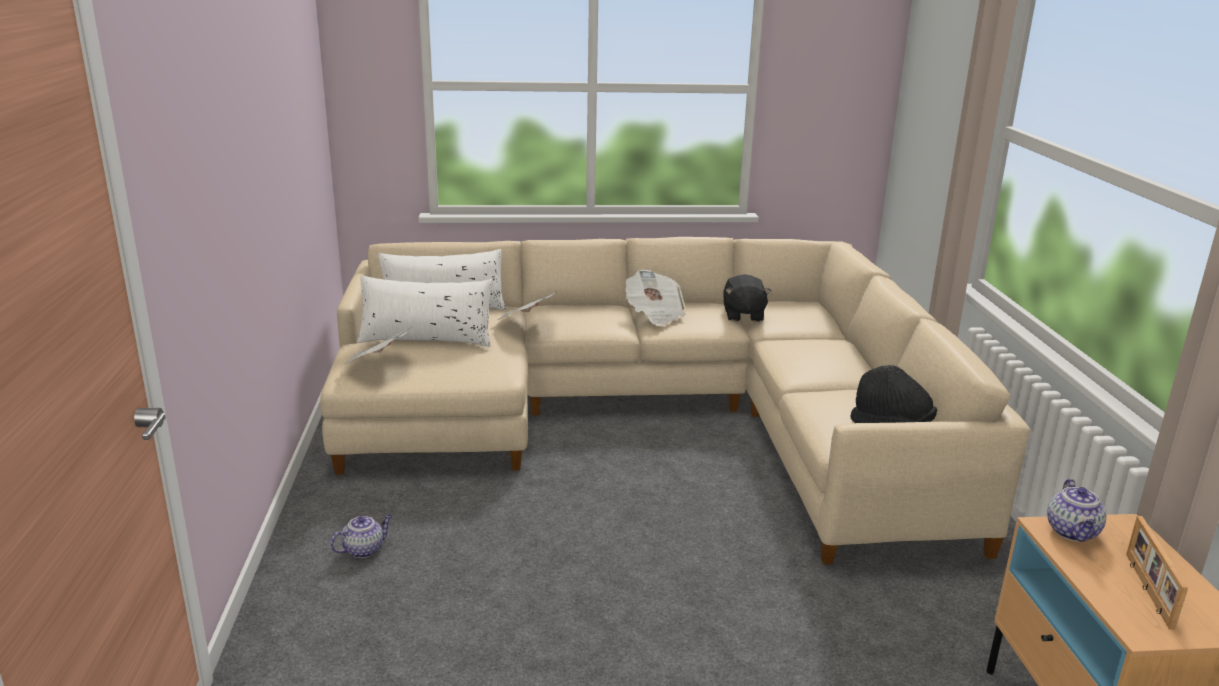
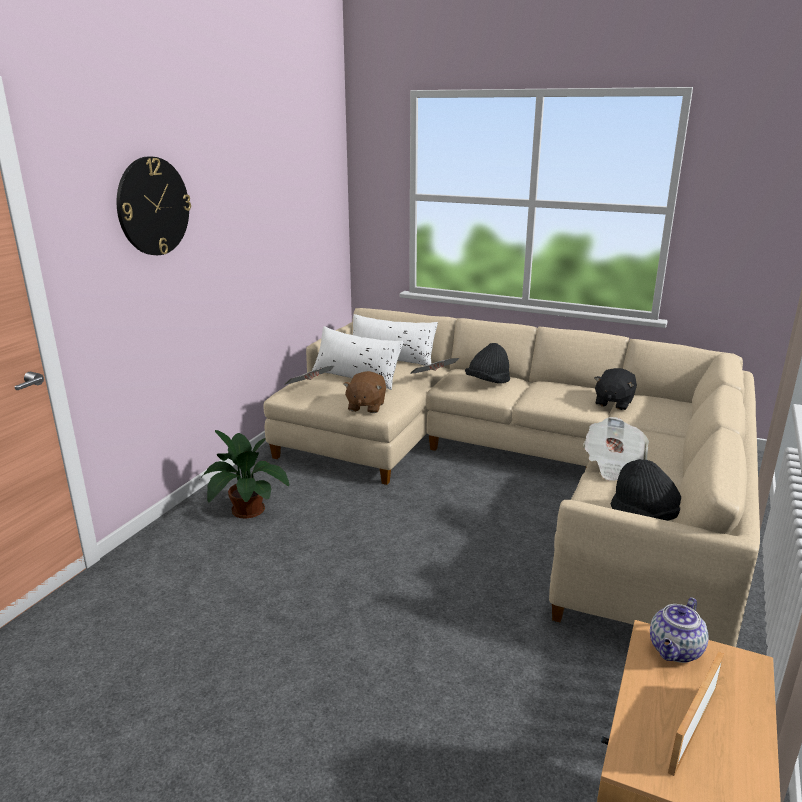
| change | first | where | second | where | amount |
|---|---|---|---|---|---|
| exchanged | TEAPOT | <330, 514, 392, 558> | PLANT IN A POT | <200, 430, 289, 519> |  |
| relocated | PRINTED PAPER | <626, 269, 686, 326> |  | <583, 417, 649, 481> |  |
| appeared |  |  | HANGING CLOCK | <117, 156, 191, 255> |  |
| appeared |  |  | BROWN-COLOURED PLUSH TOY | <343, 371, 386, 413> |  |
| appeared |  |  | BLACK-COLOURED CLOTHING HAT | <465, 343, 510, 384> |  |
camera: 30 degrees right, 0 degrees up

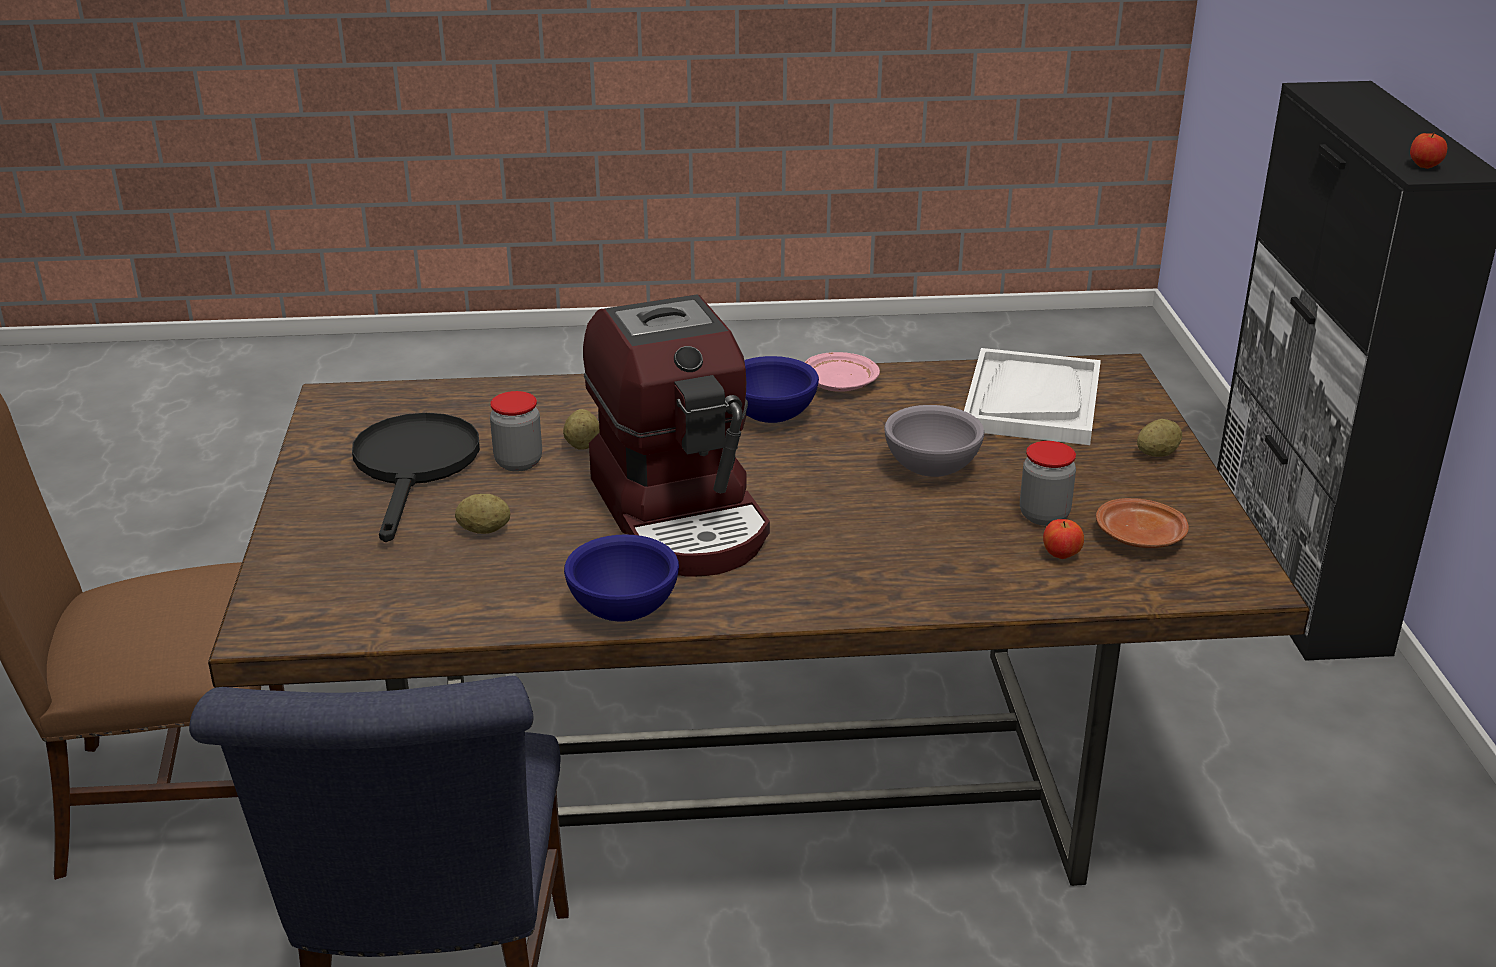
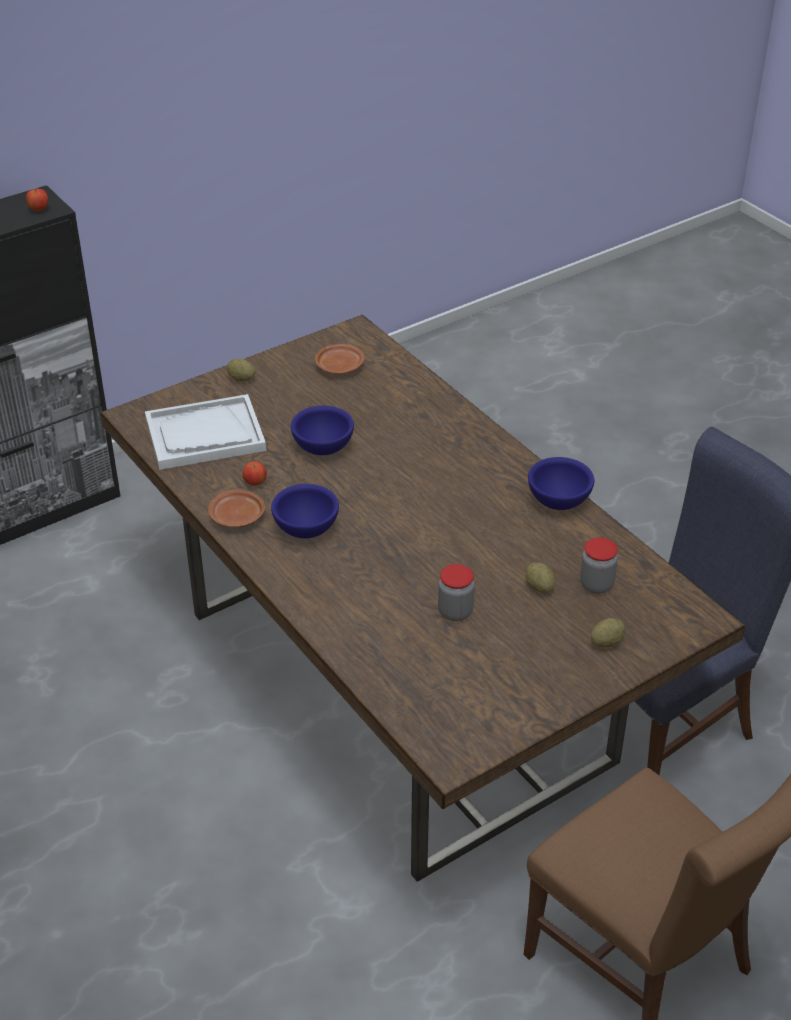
| change | first | where | second | where | amount |
|---|---|---|---|---|---|
| missing | BLACK-COLOURED SKILLET | <352, 413, 480, 542> |  |  |  |
| relocated | WHOLE POTATO | <563, 409, 600, 449> |  | <591, 618, 625, 648> |  |
| missing | COFFEE BREWER | <583, 294, 770, 577> |  |  |  |
| colour | PINKISH PLATE | <805, 352, 880, 392> | BROWN-COLOURED PLATE | <208, 489, 265, 527> |  |
| colour | GRAY BOWL | <884, 405, 984, 477> | BLUISH BOWL | <291, 405, 354, 455> |  |
| relocated | JAR | <1020, 441, 1076, 526> |  | <580, 538, 618, 594> |  |
| relocated | WHOLE APPLE | <1043, 519, 1084, 559> |  | <242, 461, 267, 486> |  |
camera: 120 degrees left, 10 degrees up

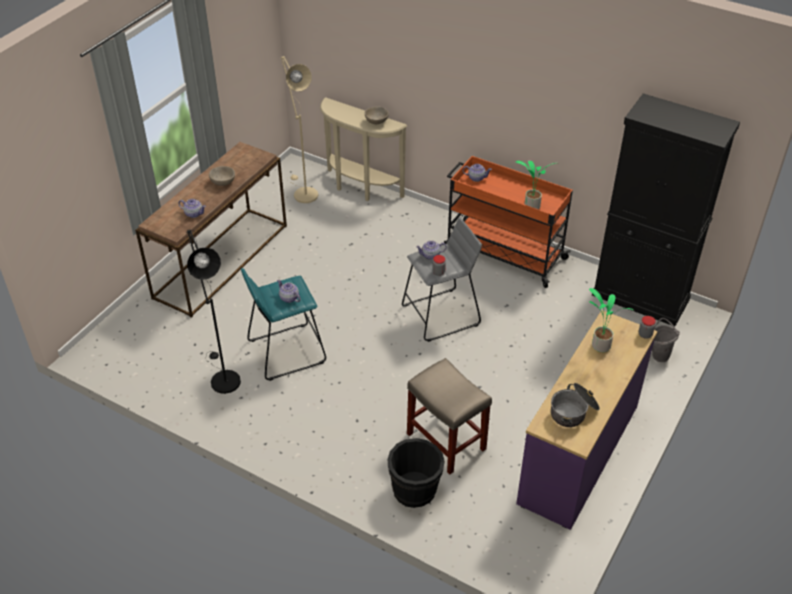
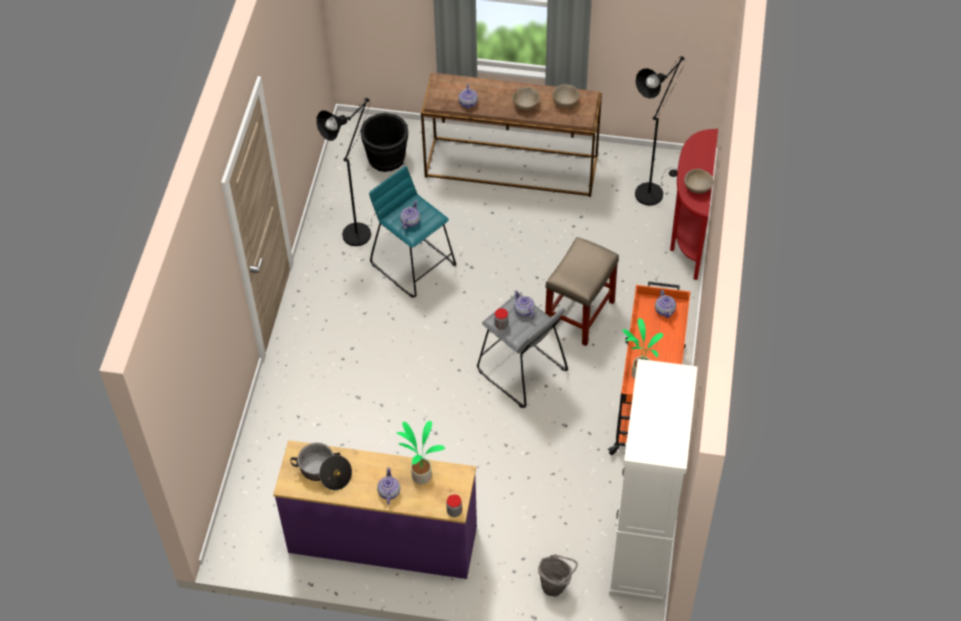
| change | first | where | second | where | amount |
|---|---|---|---|---|---|
| colour | SAND-COLOURED STANDING LAMP | <281, 56, 318, 203> | BLACK-COLOURED STANDING LAMP | <635, 56, 685, 206> |  |
| colour | SAND-COLOURED NARROW TABLE | <320, 97, 407, 201> | RED NARROW TABLE | <670, 129, 718, 280> |  |
| relocated | BLACK-COLOURED BUCKET | <387, 438, 445, 508> |  | <360, 113, 408, 172> |  |
| relocated | SAND-COLOURED STOOL | <407, 358, 492, 474> |  | <545, 237, 619, 346> |  |
| colour | BLACK-COLOURED STORAGE CABINET | <592, 94, 740, 327> | WHITE-COLOURED STORAGE CABINET | <609, 359, 698, 603> |  |
| appeared |  |  | TEAPOT | <377, 468, 400, 505> |  |
| appeared |  |  | SAND-COLOURED BOWL | <552, 84, 580, 107> |  |
camera: 70 degrees right, 10 degrees up

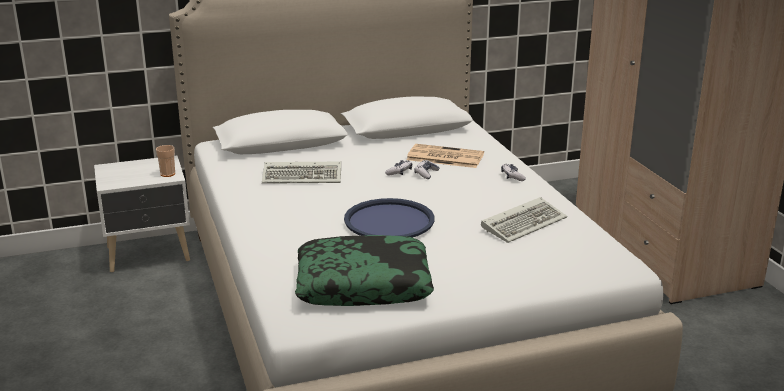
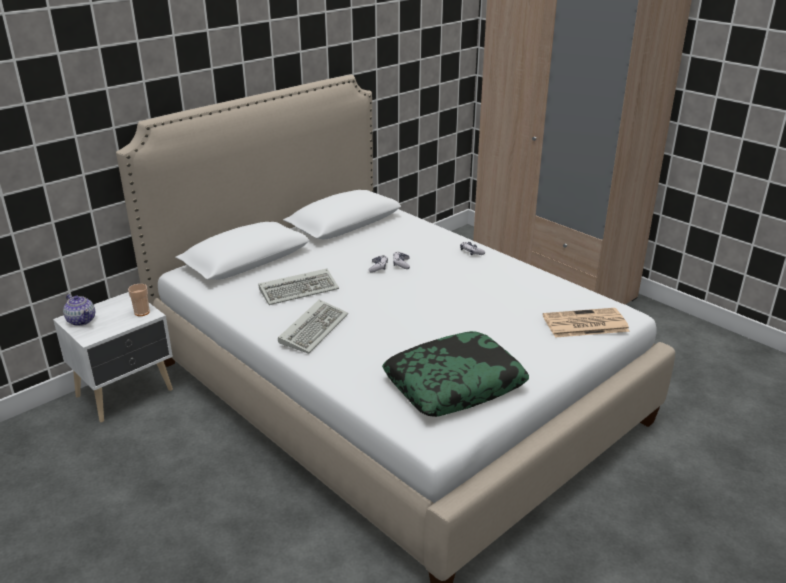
| change | first | where | second | where | amount |
|---|---|---|---|---|---|
| missing | BLUISH SERVING TRAY | <344, 198, 435, 238> |  |  |  |
| relocated | PRINTED PAPER | <406, 144, 484, 168> |  | <543, 308, 630, 338> |  |
| relocated | KEYBOARD | <481, 197, 567, 243> |  | <278, 299, 348, 354> |  |
| appeared |  |  | TEAPOT | <63, 294, 95, 326> |  |
camera: 25 degrees left, 5 degrees up

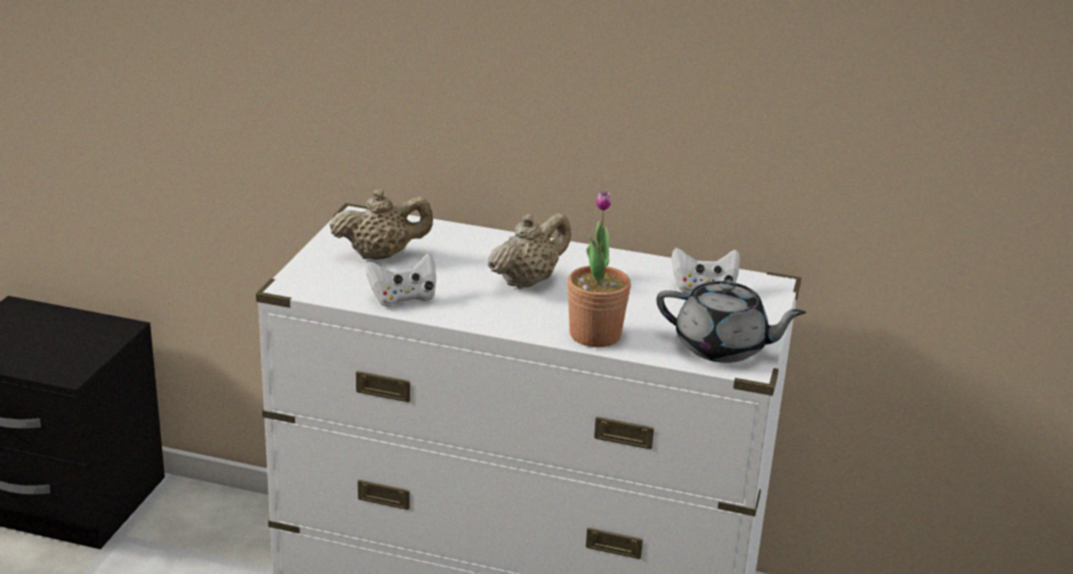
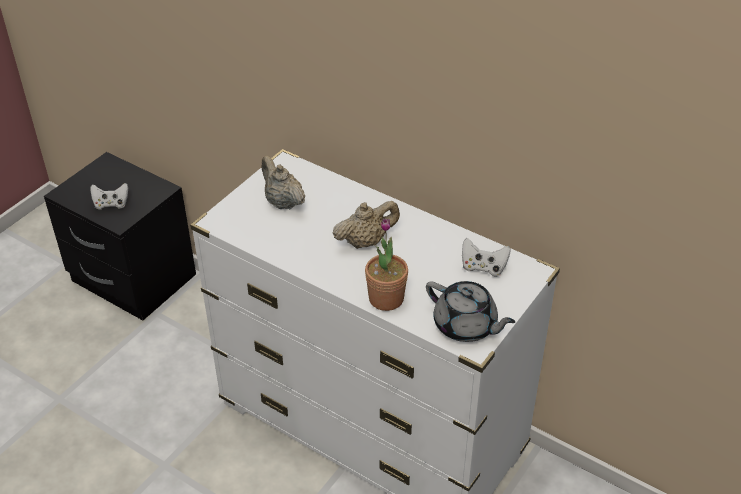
| change | first | where | second | where | amount |
|---|---|---|---|---|---|
| spun | SAND-COLOURED TEAPOT | <329, 189, 433, 260> |  | <261, 156, 305, 209> | 135 degrees counterclockwise |
| relocated | WHITE-COLOURED GAMEPAD | <365, 253, 436, 307> |  | <90, 183, 128, 210> |  |
camera: 20 degrees right, 15 degrees up

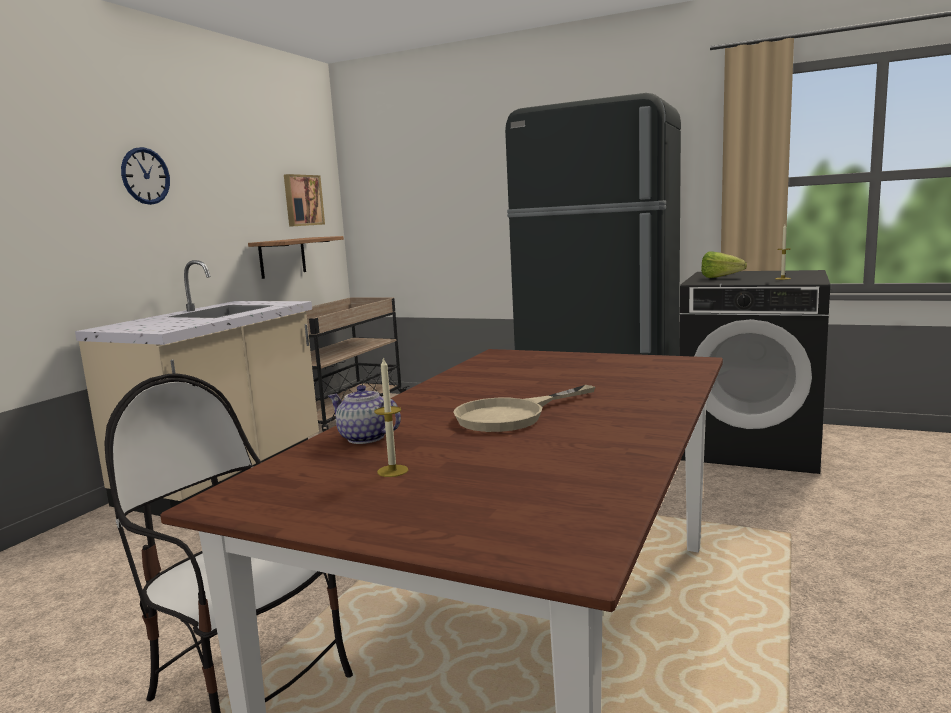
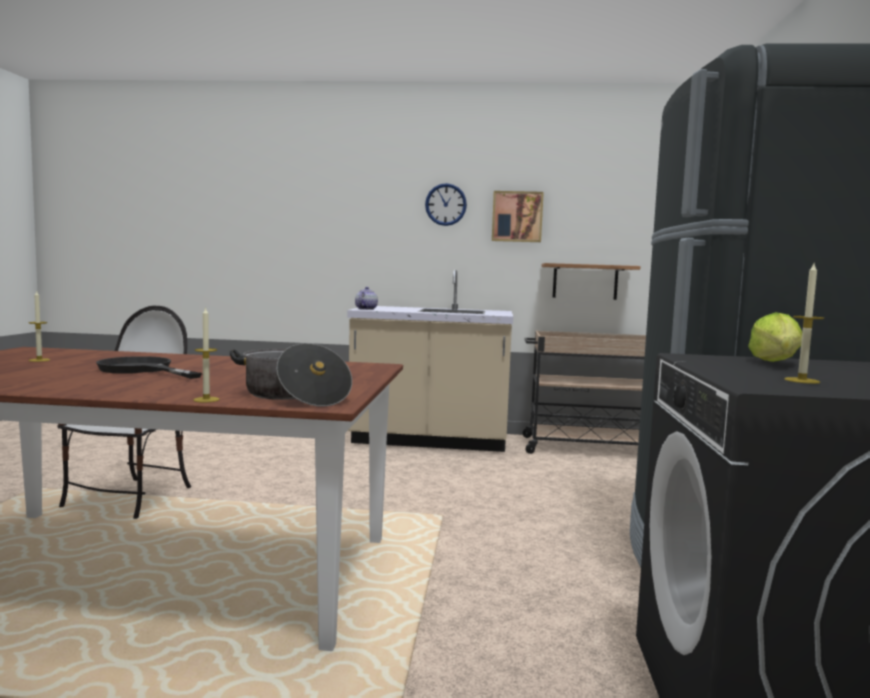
| change | first | where | second | where | amount |
|---|---|---|---|---|---|
| relocated | WALL PICTURE | <284, 174, 325, 227> |  | <492, 191, 544, 242> |  |
| relocated | TEAPOT | <328, 385, 401, 444> |  | <355, 287, 378, 310> |  |
| colour | SAND-COLOURED SKILLET | <453, 385, 595, 432> | BLACK-COLOURED SKILLET | <96, 356, 202, 379> |  |
| appeared |  |  | WAX CANDLE | <193, 307, 220, 402> |  |
| appeared |  |  | SAUCEPOT | <229, 343, 352, 407> |  |
camera: 70 degrees right, 5 degrees down

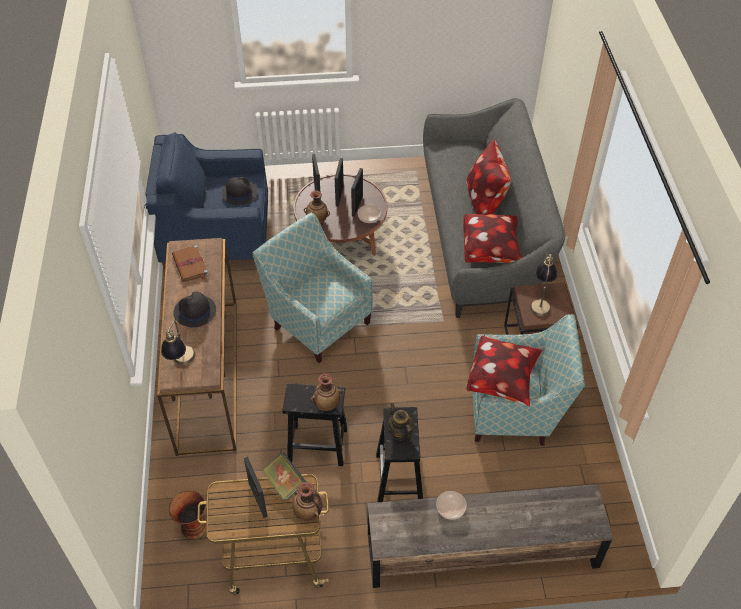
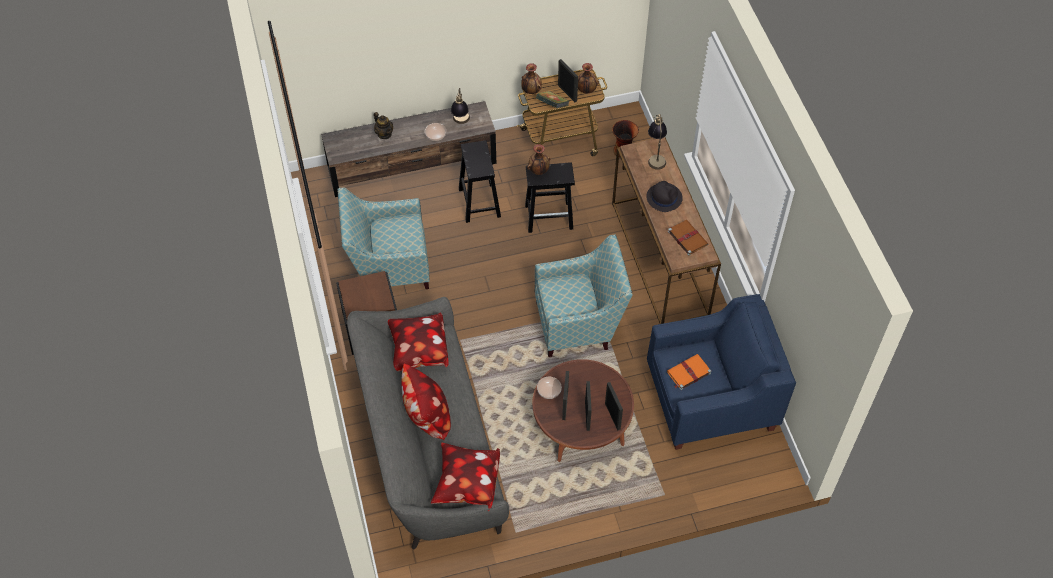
| change | first | where | second | where | amount |
|---|---|---|---|---|---|
| exchanged | BLACK-COLOURED CLOTHING HAT | <222, 177, 258, 205> | ORANGEY BOOK | <667, 354, 711, 390> |  |
| spun | EASY CHAIR | <252, 212, 373, 363> |  | <535, 235, 633, 357> | 45 degrees counterclockwise |
| relocated | VASE | <304, 191, 330, 223> |  | <578, 63, 599, 93> |  |
| relocated | TEAPOT | <387, 403, 414, 442> |  | <374, 112, 393, 139> |  |
| relocated | PILLOW | <467, 335, 543, 406> |  | <431, 443, 500, 512> |  |
| relocated | LAMP FOR A TABLE | <530, 254, 557, 316> |  | <451, 88, 470, 124> |  |
camera: 170 degrees right, 5 degrees up

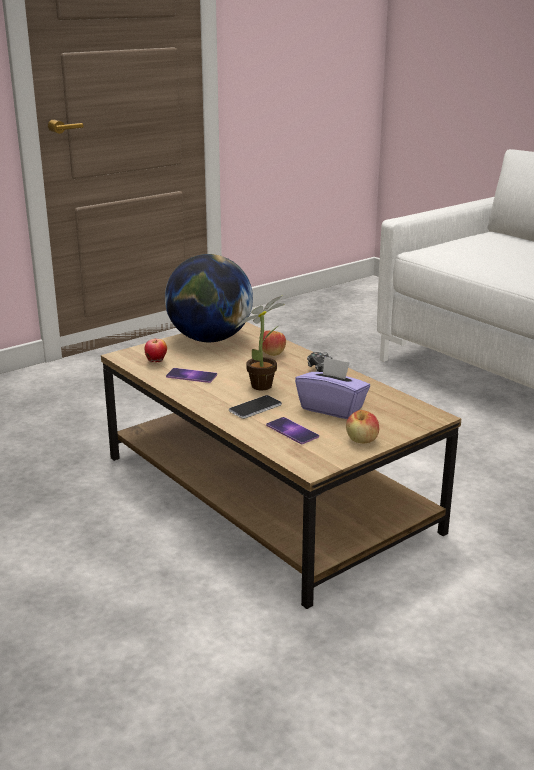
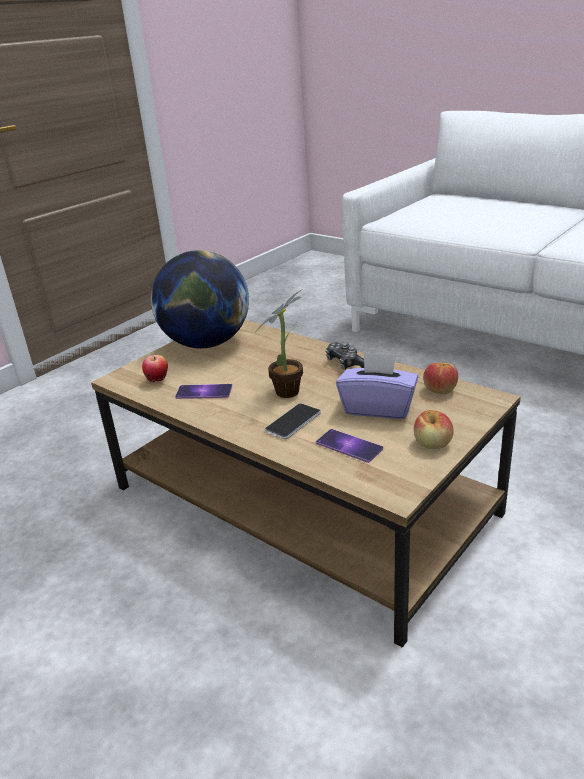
| change | first | where | second | where | amount |
|---|---|---|---|---|---|
| relocated | WHOLE APPLE | <262, 331, 286, 356> |  | <423, 362, 458, 394> |  |
camera: 10 degrees left, 5 degrees up

